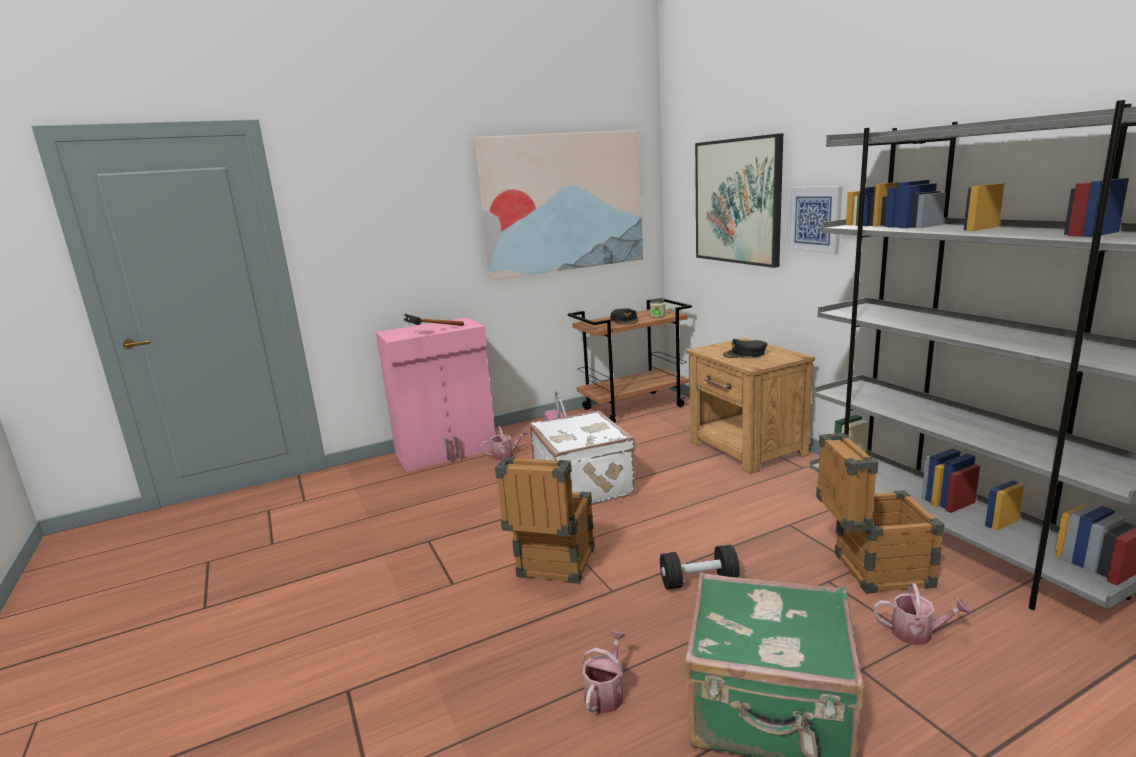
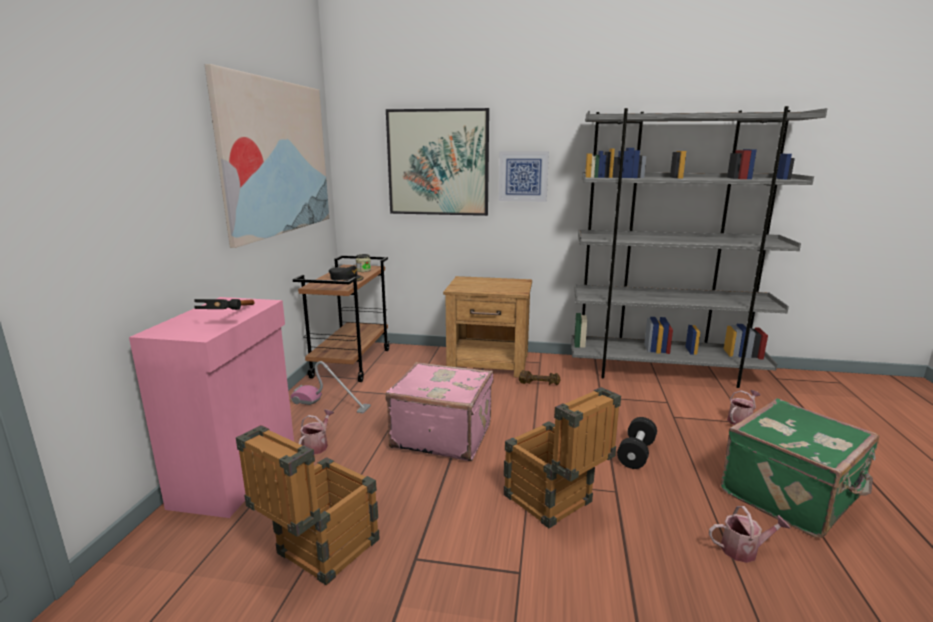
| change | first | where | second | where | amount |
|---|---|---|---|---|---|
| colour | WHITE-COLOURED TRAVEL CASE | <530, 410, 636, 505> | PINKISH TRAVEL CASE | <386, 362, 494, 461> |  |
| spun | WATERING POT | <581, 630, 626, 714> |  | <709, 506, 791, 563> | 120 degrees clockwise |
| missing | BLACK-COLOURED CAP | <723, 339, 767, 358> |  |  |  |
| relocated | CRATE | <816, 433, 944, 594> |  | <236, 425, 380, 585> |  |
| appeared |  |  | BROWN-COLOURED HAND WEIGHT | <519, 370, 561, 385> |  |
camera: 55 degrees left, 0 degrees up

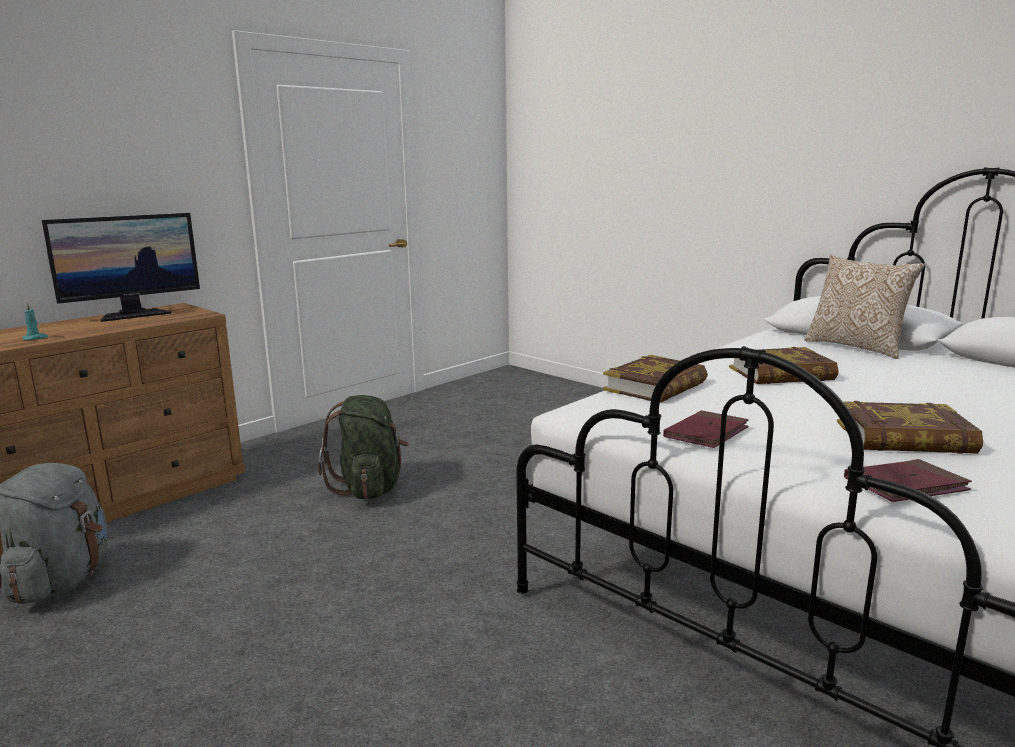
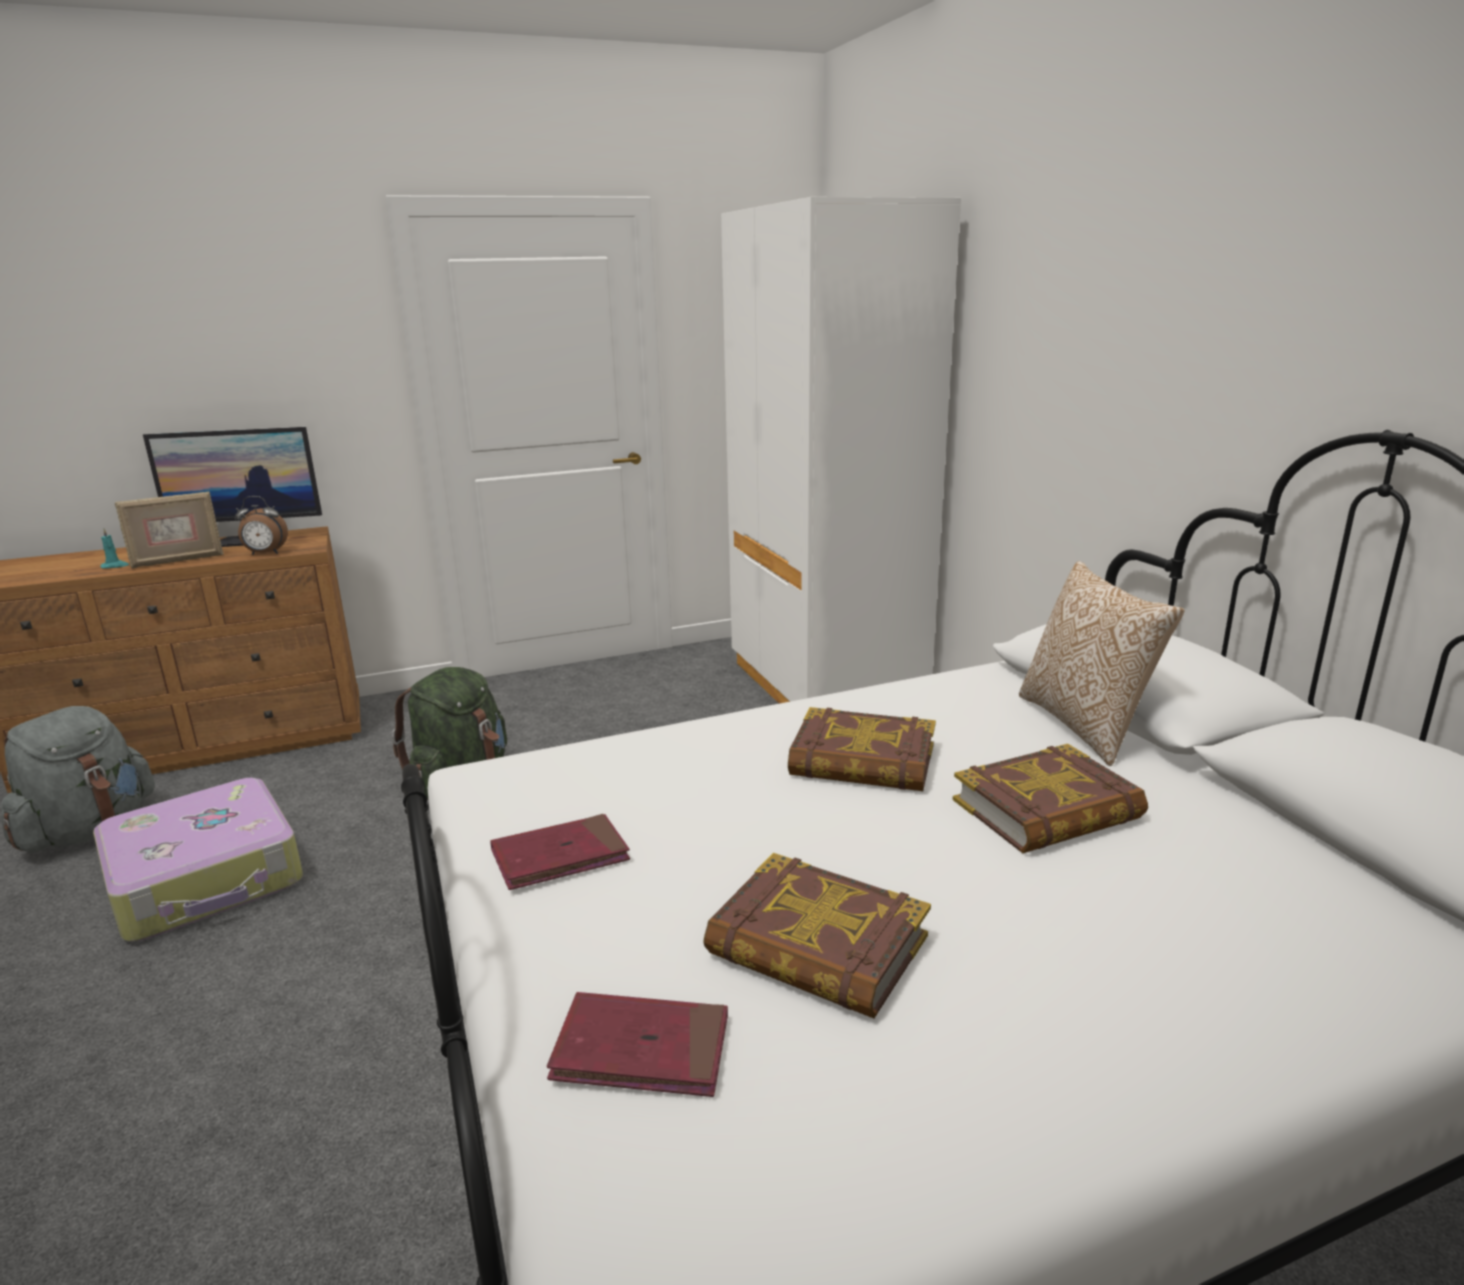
| change | first | where | second | where | amount |
|---|---|---|---|---|---|
| relocated | BOOK | <603, 355, 708, 403> |  | <953, 744, 1148, 853> |  |
| appeared |  |  | TRAVEL CASE | <93, 778, 303, 941> |  |
| appeared |  |  | PHOTO FRAME | <115, 491, 224, 569> |  |
| appeared |  |  | BEDSIDE CLOCK | <235, 496, 288, 555> |  |
| appeared |  |  | WHITE-COLOURED CLOTHES CUPBOARD | <721, 197, 961, 704> |  |
camera: 25 degrees right, 5 degrees up

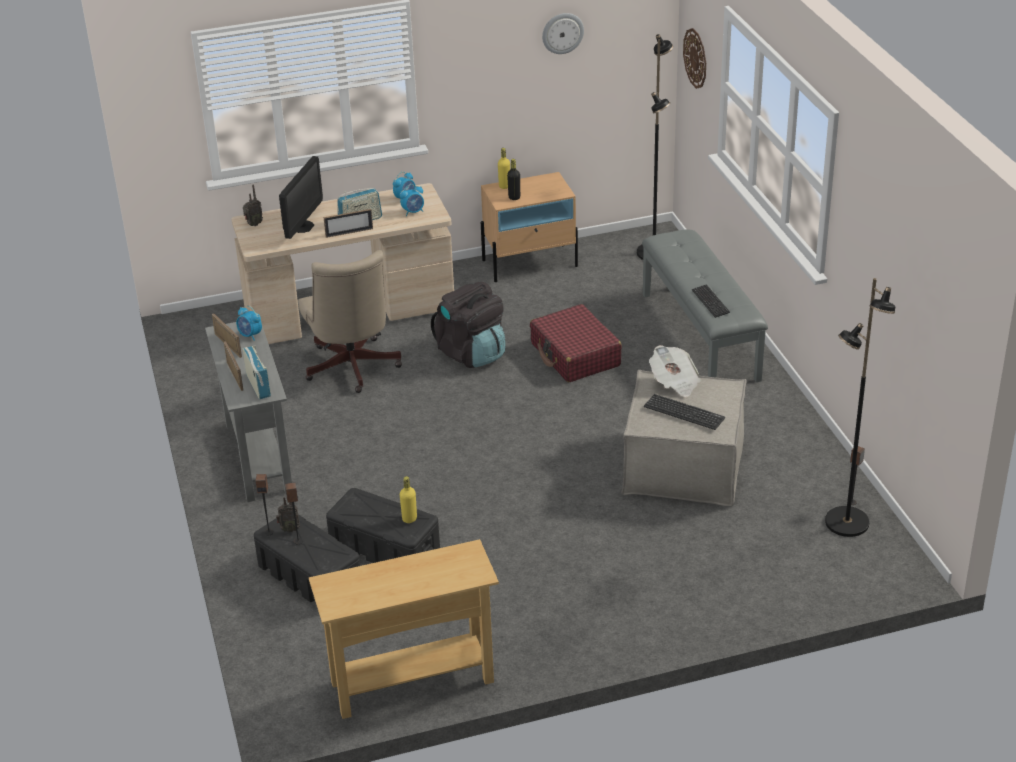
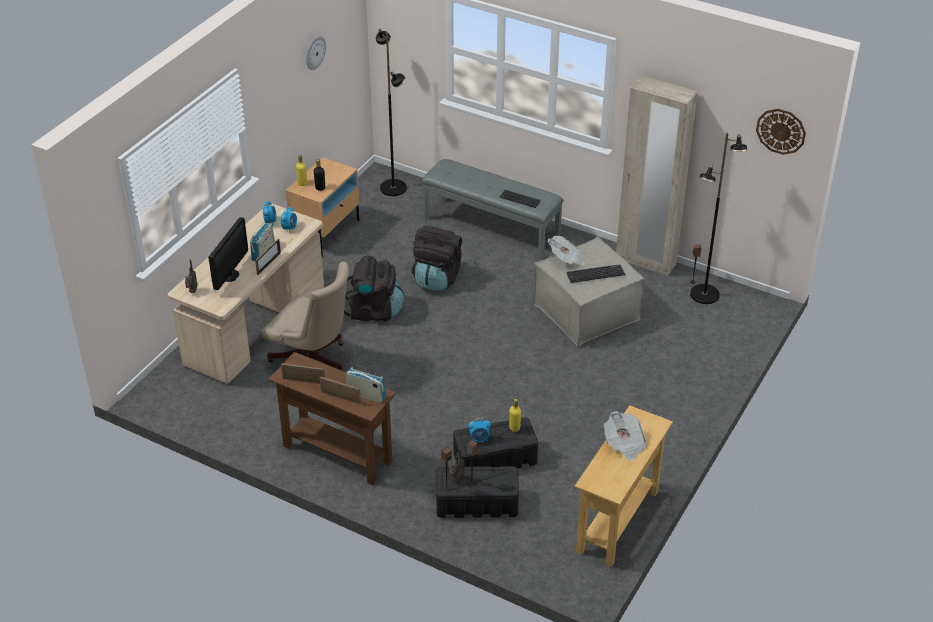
| change | first | where | second | where | amount |
|---|---|---|---|---|---|
| colour | GRAY NARROW TABLE | <205, 322, 292, 502> | BROWN-COLOURED NARROW TABLE | <268, 352, 396, 485> |  |
| relocated | BEDSIDE CLOCK | <236, 306, 262, 341> |  | <468, 418, 491, 442> |  |
| spun | MONITOR | <279, 156, 323, 239> |  | <208, 217, 248, 290> | 45 degrees clockwise |
| exchanged | RED TRAVEL CASE | <530, 304, 622, 382> | BLACK-COLOURED RUCKSACK | <411, 226, 462, 291> |  |
| relocated | HANGING CLOCK | <683, 28, 706, 89> |  | <756, 109, 806, 155> |  |
| appeared |  |  | PRINTED PAPER | <604, 411, 647, 461> |  |
| appeared |  |  | SAND-COLOURED CLOTHES CUPBOARD | <616, 75, 698, 276> |  |
camera: 45 degrees left, 5 degrees up

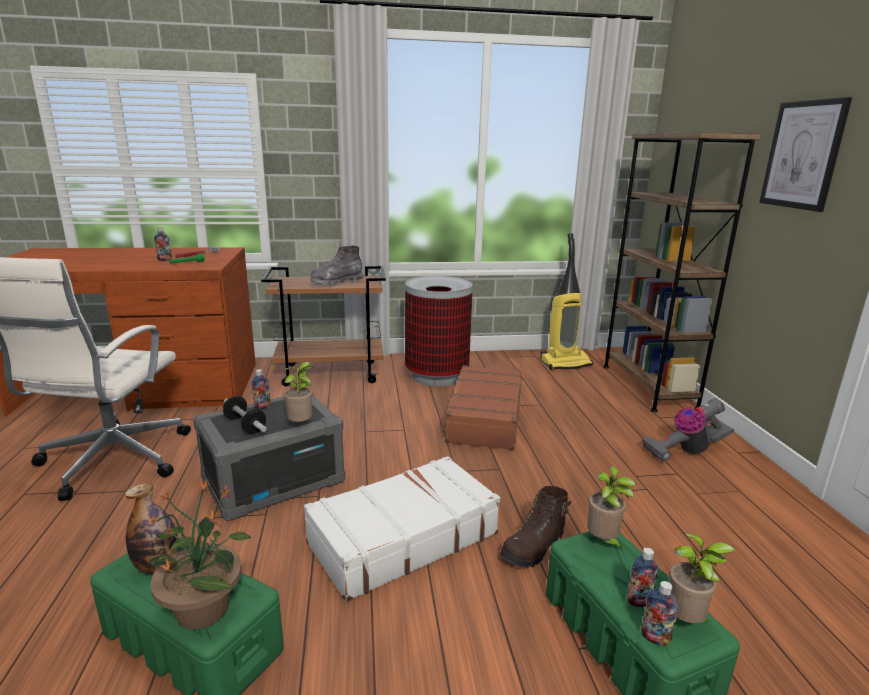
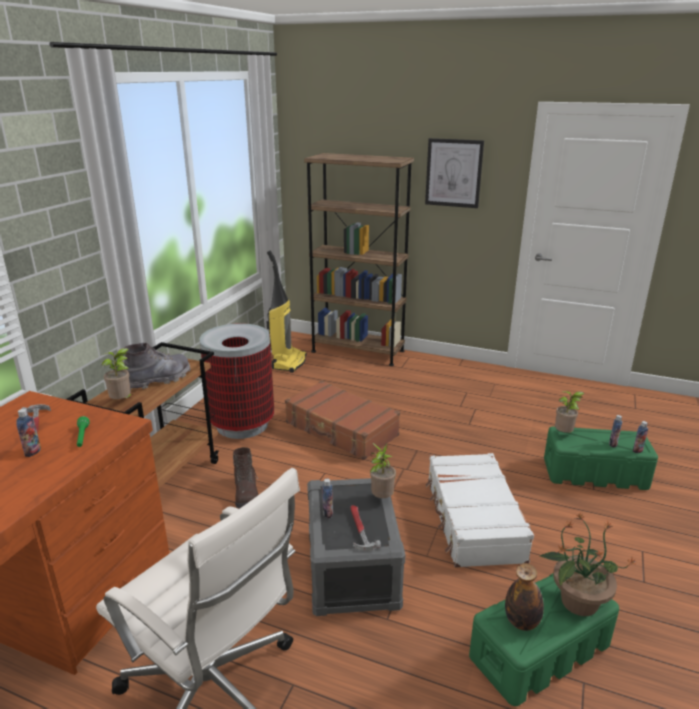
| change | first | where | second | where | amount |
|---|---|---|---|---|---|
| exchanged | HAND WEIGHT | <223, 396, 267, 434> | HAMMER | <351, 505, 381, 551> |  |
| spun | GRAY HIGH-TOP BOOT | <310, 246, 364, 287> |  | <124, 343, 190, 390> | 120 degrees counterclockwise |
| relocated | BROWN-COLOURED HIGH-TOP BOOT | <500, 486, 571, 568> |  | <233, 447, 258, 508> |  |
| missing | VACUUM | <642, 398, 734, 462> |  |  |  |
| relocated | PLANT IN A POT | <669, 533, 736, 623> |  | <102, 348, 132, 399> |  |
camera: 60 degrees left, 5 degrees up

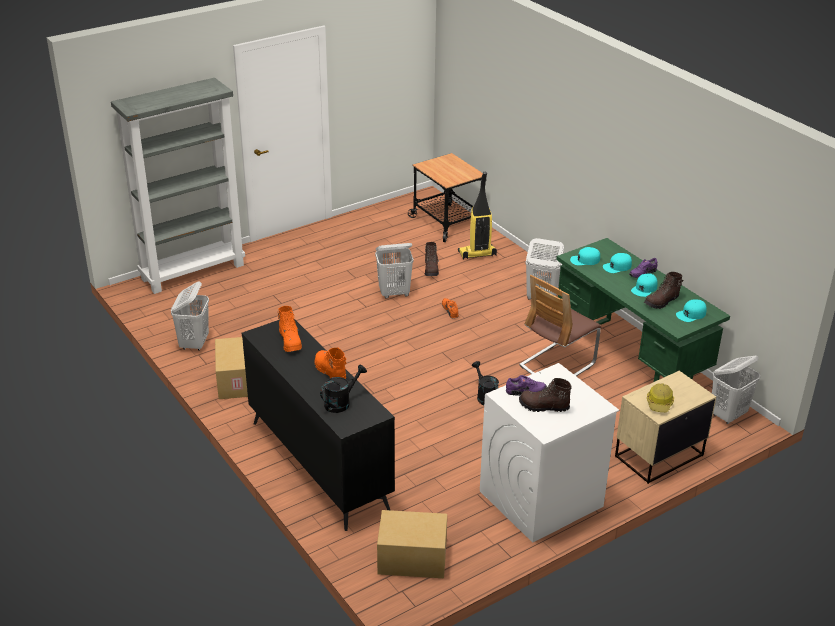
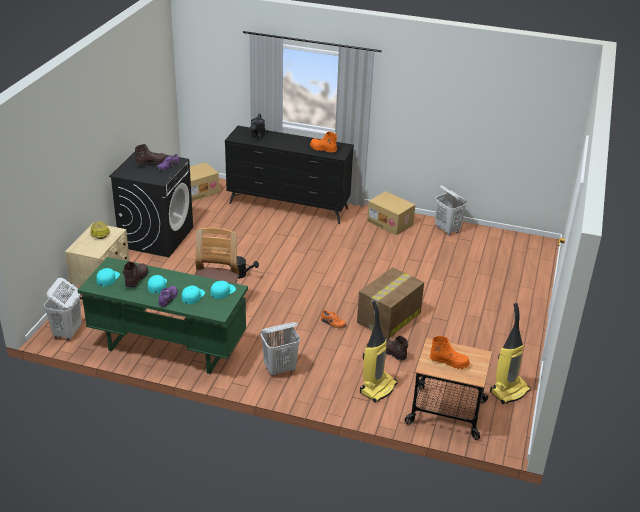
| change | first | where | second | where | amount |
|---|---|---|---|---|---|
| missing | GRAY SHELVING UNIT | <111, 78, 245, 294> |  |  |  |
| relocated | ORANGEY HIGH-TOP BOOT | <315, 347, 346, 379> |  | <430, 336, 470, 369> |  |
| exchanged | WHITE-COLOURED LAUNDRY BASKET | <375, 243, 414, 298> | CARDBOARD BOX | <357, 267, 424, 339> |  |
| colour | WHITE-COLOURED LAUNDRY MACHINE | <480, 363, 619, 543> | BLACK-COLOURED LAUNDRY MACHINE | <109, 152, 193, 257> |  |
| appeared |  |  | VACUUM | <490, 303, 531, 404> |  |
camera: 140 degrees right, 0 degrees up

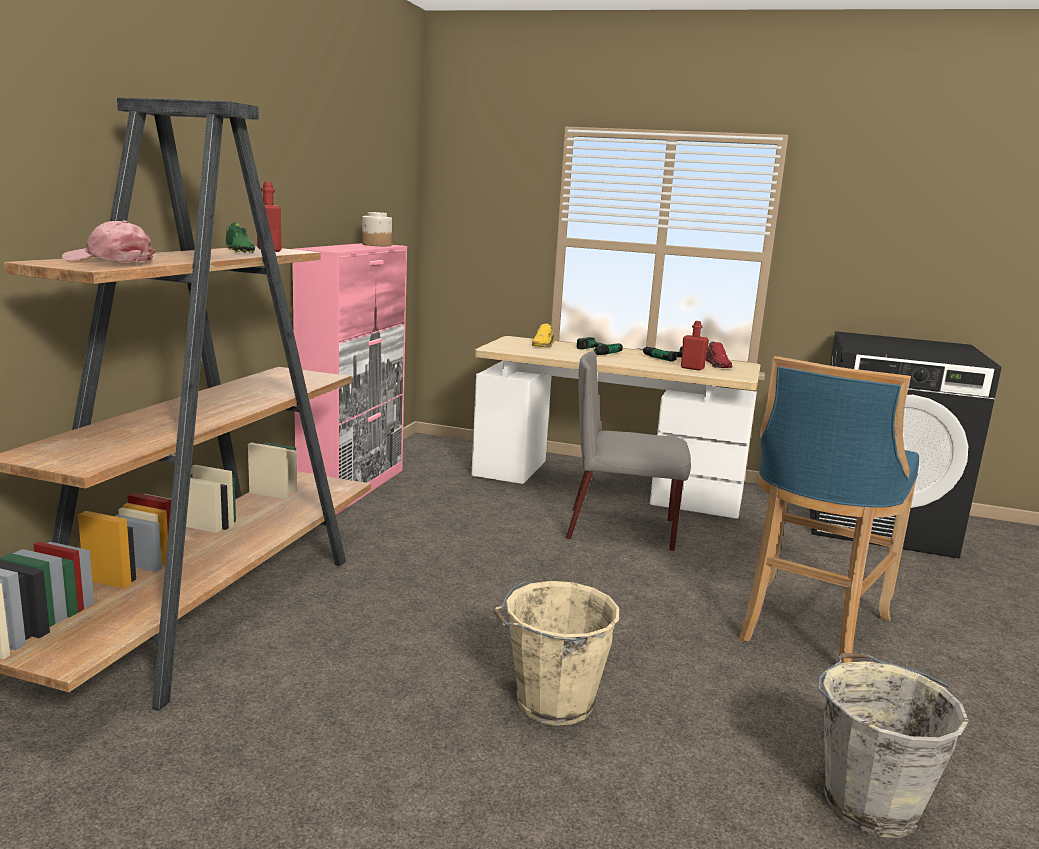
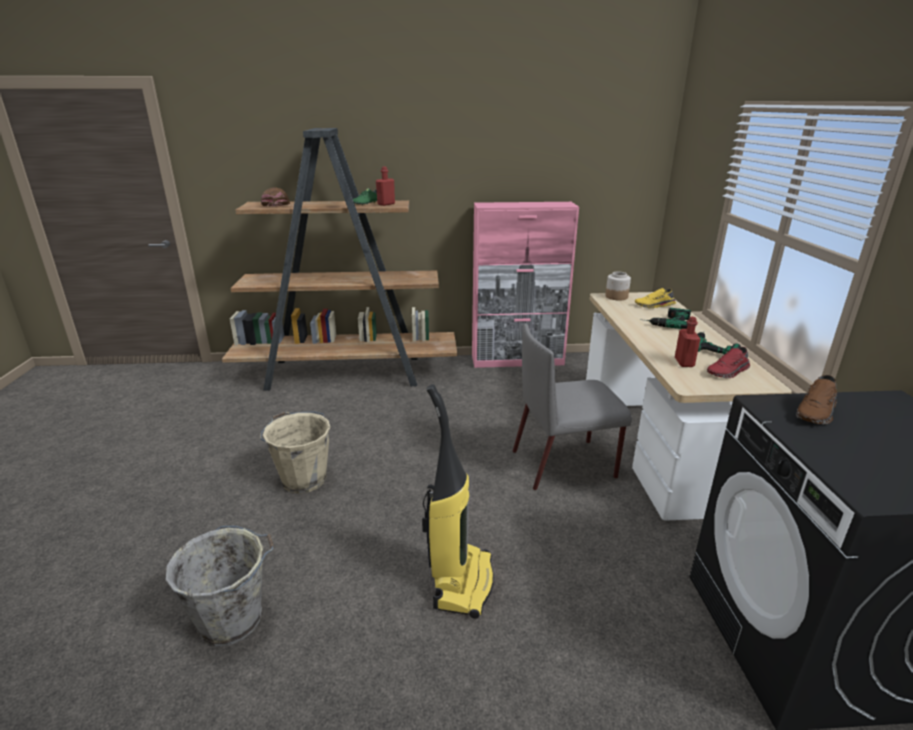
| change | first | where | second | where | amount |
|---|---|---|---|---|---|
| colour | PINKISH CAP | <62, 220, 156, 263> | BROWN-COLOURED CAP | <261, 187, 290, 206> |  |
| relocated | JAR | <362, 212, 392, 246> |  | <605, 272, 631, 300> |  |
| spun | GRAY CHAIR | <566, 351, 691, 551> |  | <513, 323, 632, 490> | 90 degrees counterclockwise |
| exchanged | BLUISH STOOL | <739, 356, 919, 663> | VACUUM | <422, 384, 494, 619> |  |
| appeared |  |  | BROWN-COLOURED SHOE | <796, 375, 837, 424> |  |
camera: 70 degrees right, 10 degrees up

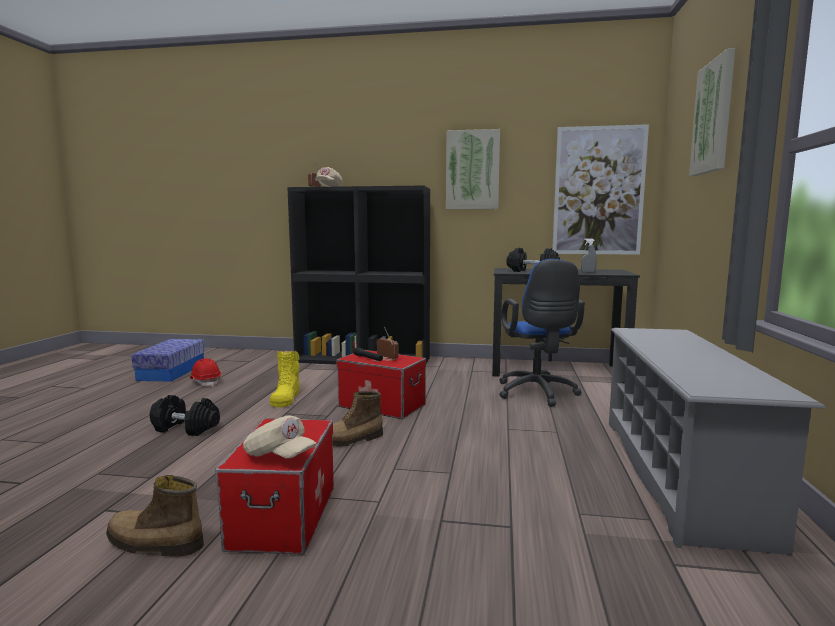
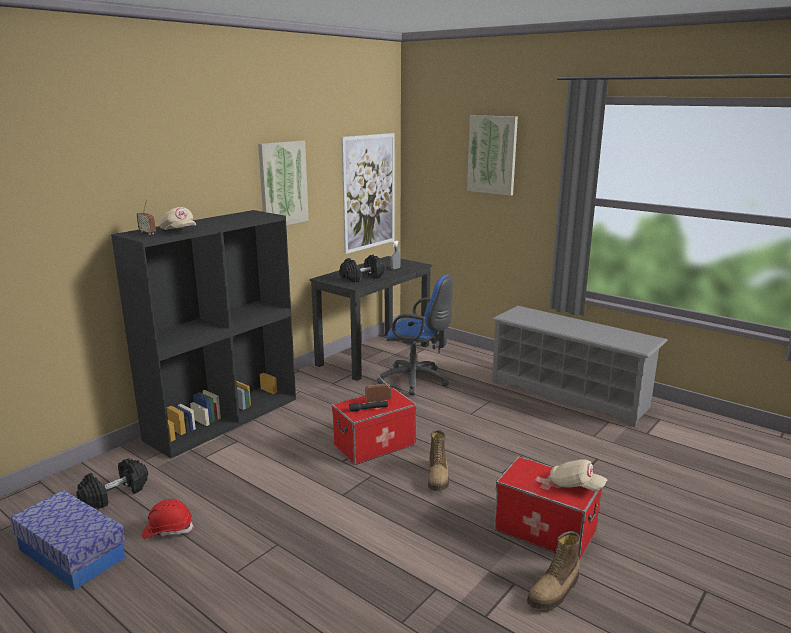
| change | first | where | second | where | amount |
|---|---|---|---|---|---|
| relocated | BLACK-COLOURED HAND WEIGHT | <150, 395, 220, 436> |  | <77, 458, 148, 509> |  |
| spun | SAND-COLOURED CAP | <243, 415, 316, 459> |  | <550, 460, 607, 491> | 60 degrees clockwise |
| missing | YELLOWISH HIGH-TOP BOOT | <270, 351, 300, 407> |  |  |  |
camera: 60 degrees left, 10 degrees up

